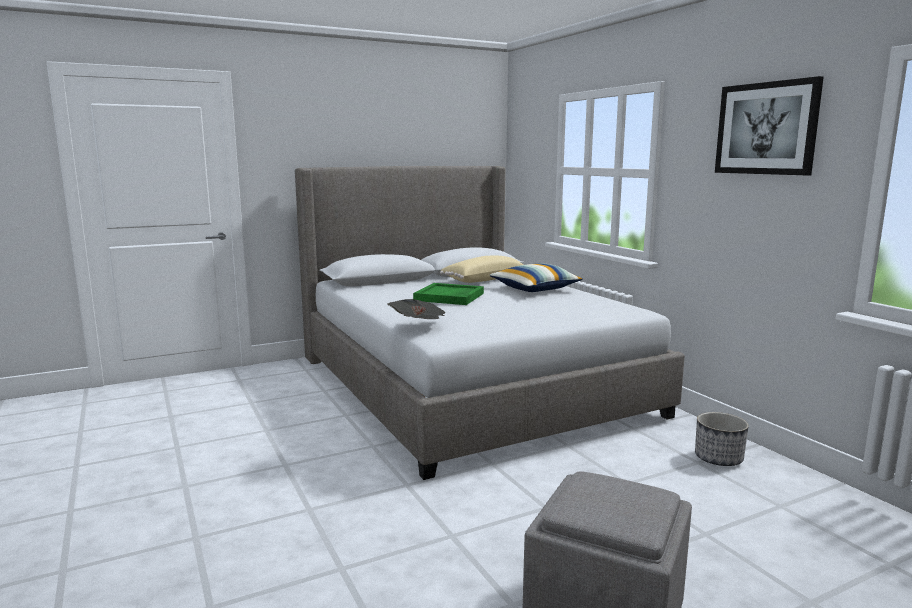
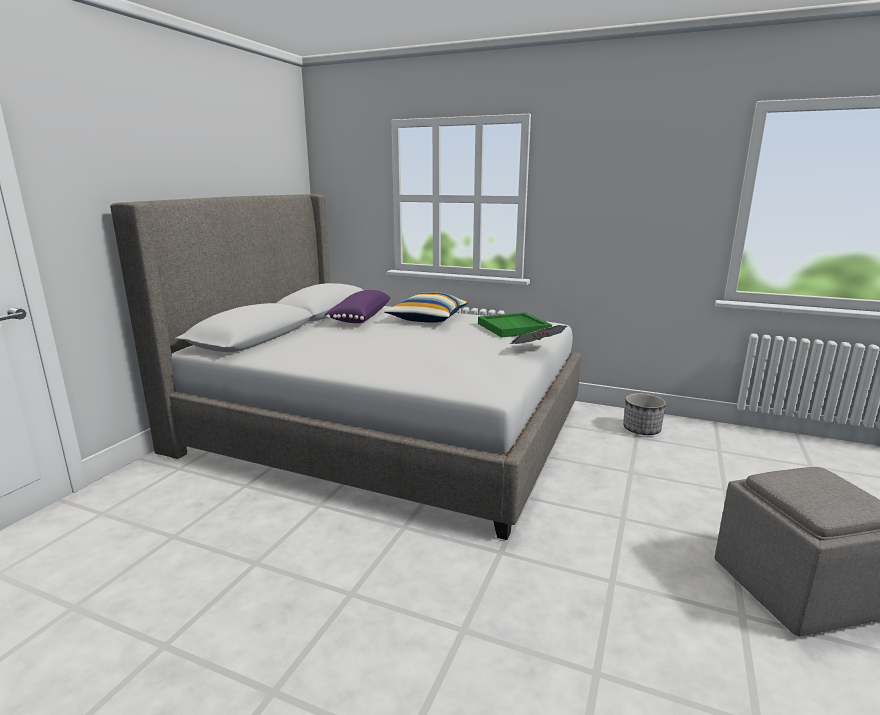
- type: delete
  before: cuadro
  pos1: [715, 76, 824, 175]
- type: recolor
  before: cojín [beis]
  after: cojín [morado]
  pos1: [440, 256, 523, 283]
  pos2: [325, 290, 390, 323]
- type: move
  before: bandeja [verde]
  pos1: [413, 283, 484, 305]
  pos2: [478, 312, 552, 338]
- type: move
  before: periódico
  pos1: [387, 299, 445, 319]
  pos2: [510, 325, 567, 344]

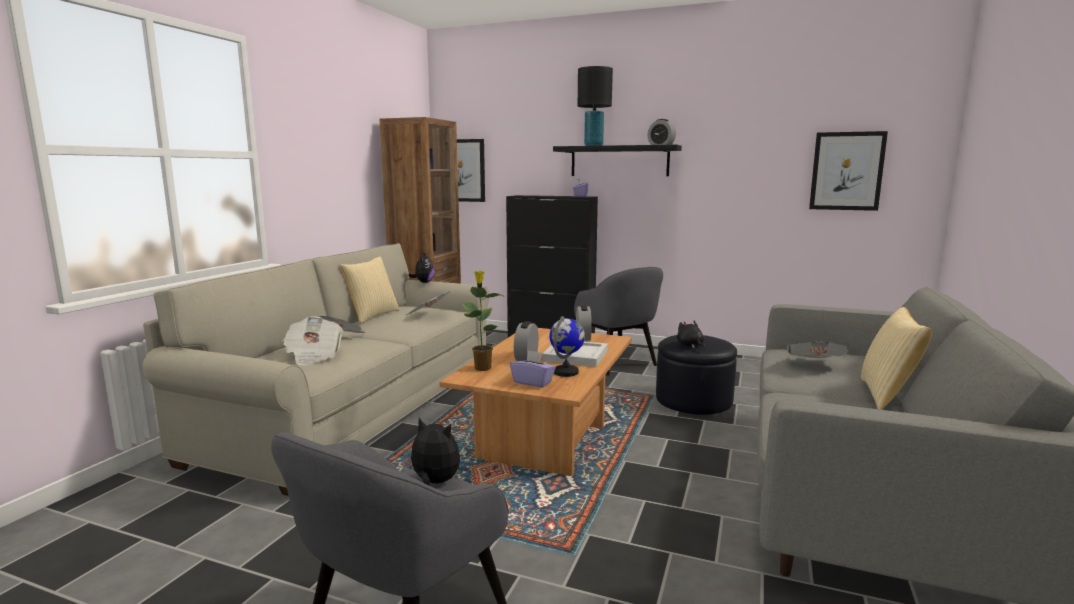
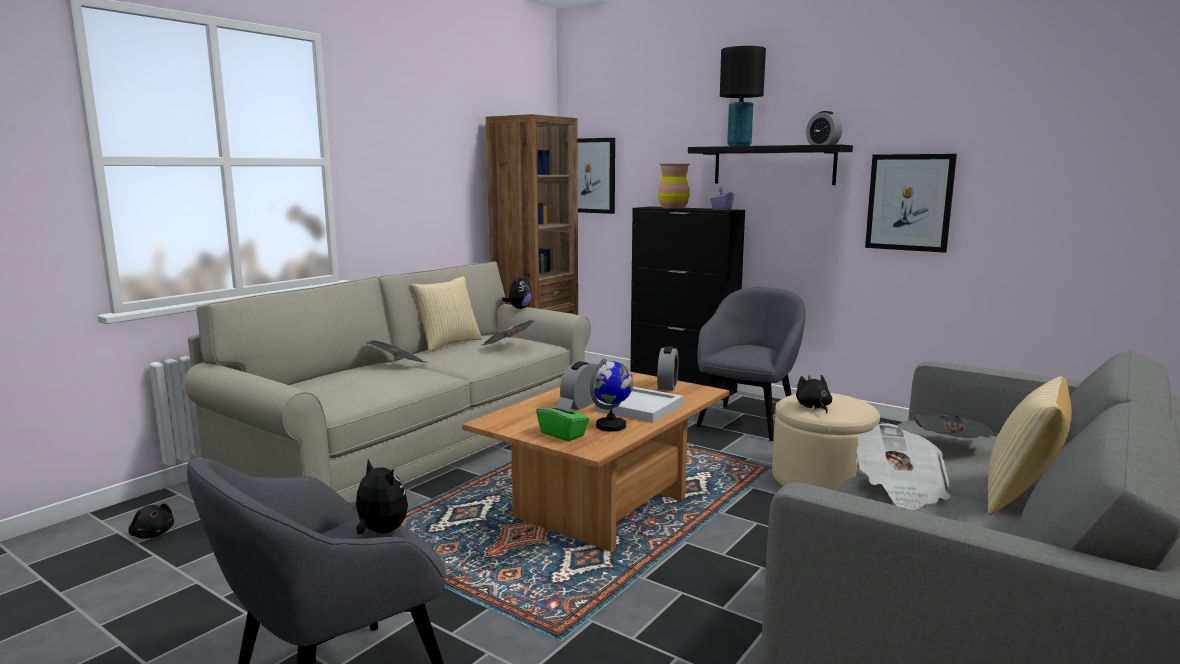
- type: move
  before: cuadro
  pos1: [809, 131, 888, 211]
  pos2: [865, 154, 957, 253]
- type: rotate
  before: sillón [gris]
  pos1: [574, 267, 663, 376]
  pos2: [696, 287, 806, 441]
  turn: -135
- type: delete
  before: planta en maceta
  pos1: [461, 271, 505, 371]
- type: move
  before: periódico
  pos1: [282, 316, 343, 366]
  pos2: [856, 423, 950, 510]
- type: recolor
  before: puf [negro]
  after: puf [beis]
  pos1: [656, 335, 737, 415]
  pos2: [772, 393, 880, 491]
- type: recolor
  before: caja de pañuelos [morado]
  after: caja de pañuelos [verde]
  pos1: [510, 350, 556, 388]
  pos2: [536, 396, 589, 441]
- type: insert
  after: florero [marrón]
  pos2: [658, 164, 690, 209]
- type: insert
  after: peluche [negro]
  pos2: [128, 503, 174, 539]

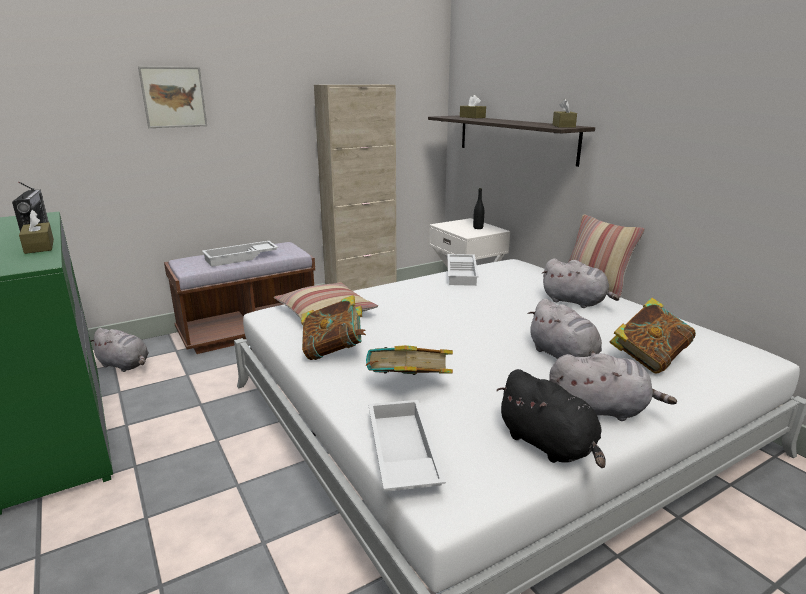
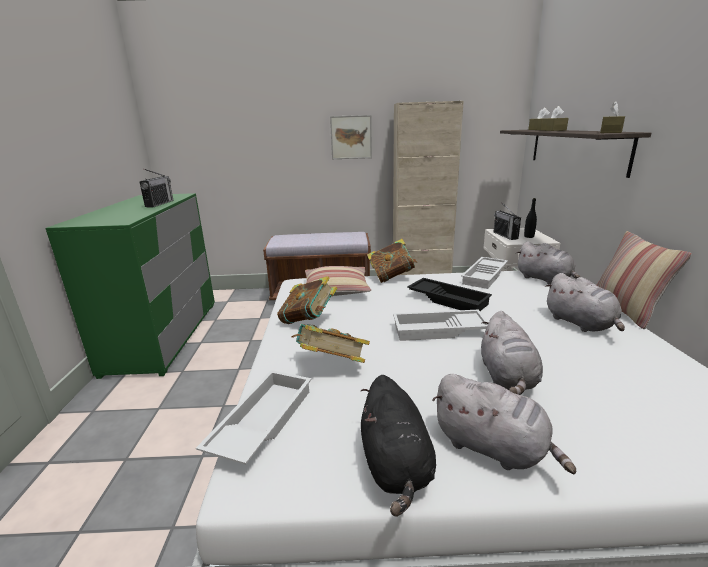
- type: move
  before: cuadro
  pos1: [138, 66, 207, 128]
  pos2: [330, 115, 372, 159]
- type: move
  before: caja de pañuelos [marrón]
  pos1: [19, 210, 54, 254]
  pos2: [541, 106, 569, 131]
- type: move
  before: bandeja [blanco]
  pos1: [202, 241, 278, 267]
  pos2: [393, 309, 488, 341]
- type: move
  before: libro
  pos1: [610, 298, 696, 374]
  pos2: [367, 239, 417, 283]
- type: move
  before: peluche [gris]
  pos1: [91, 328, 149, 372]
  pos2: [516, 241, 580, 285]
- type: insert
  after: radio
  pos2: [493, 202, 521, 240]
- type: insert
  after: bandeja [negro]
  pos2: [407, 278, 492, 311]

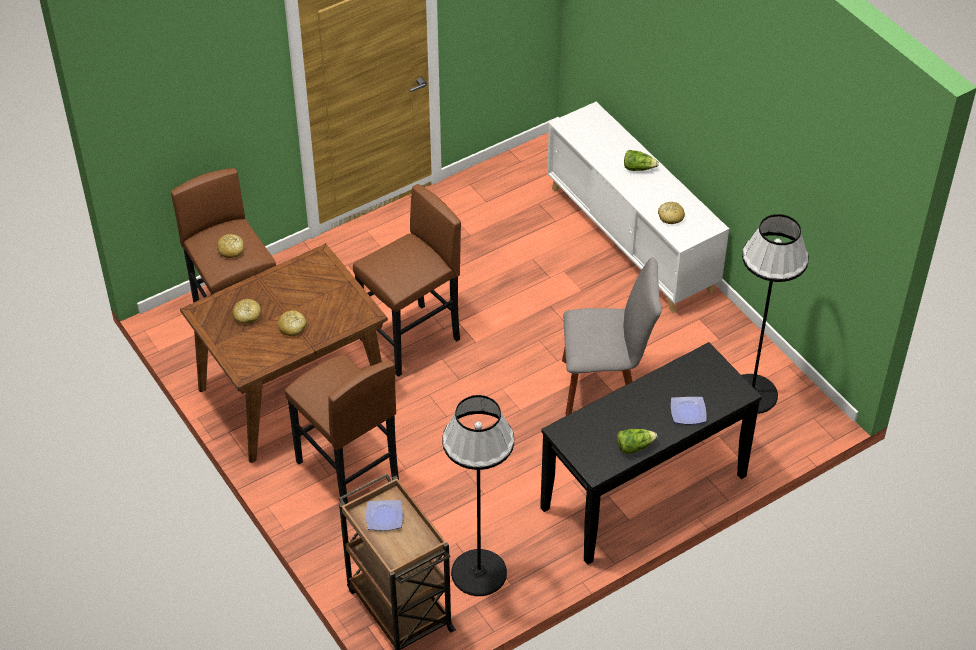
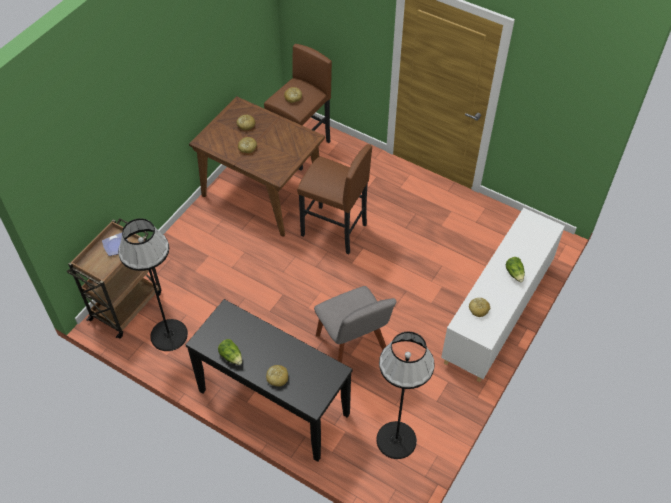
- type: delete
  before: taburete [marrón]
  pos1: [284, 355, 399, 504]
- type: replace
  before: plato
  after: pan
  pos1: [671, 397, 707, 424]
  pos2: [266, 365, 288, 387]

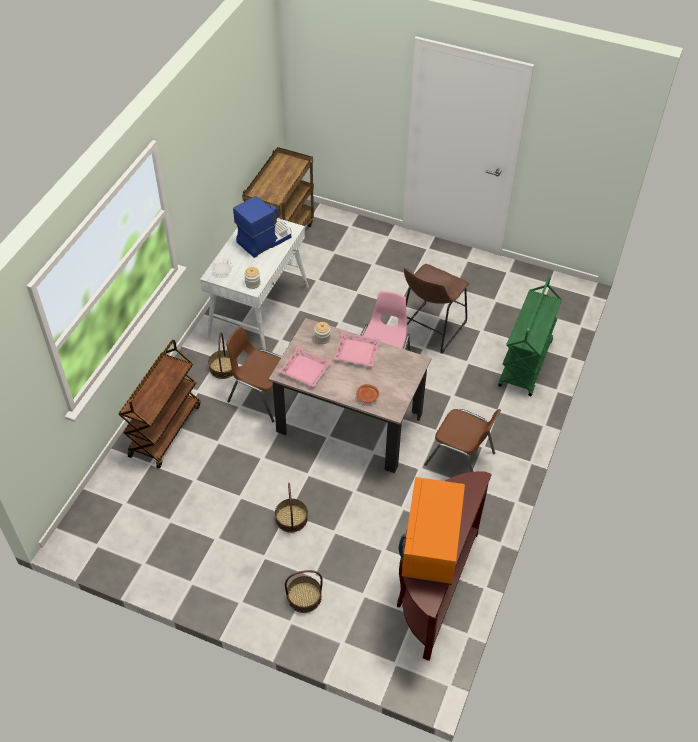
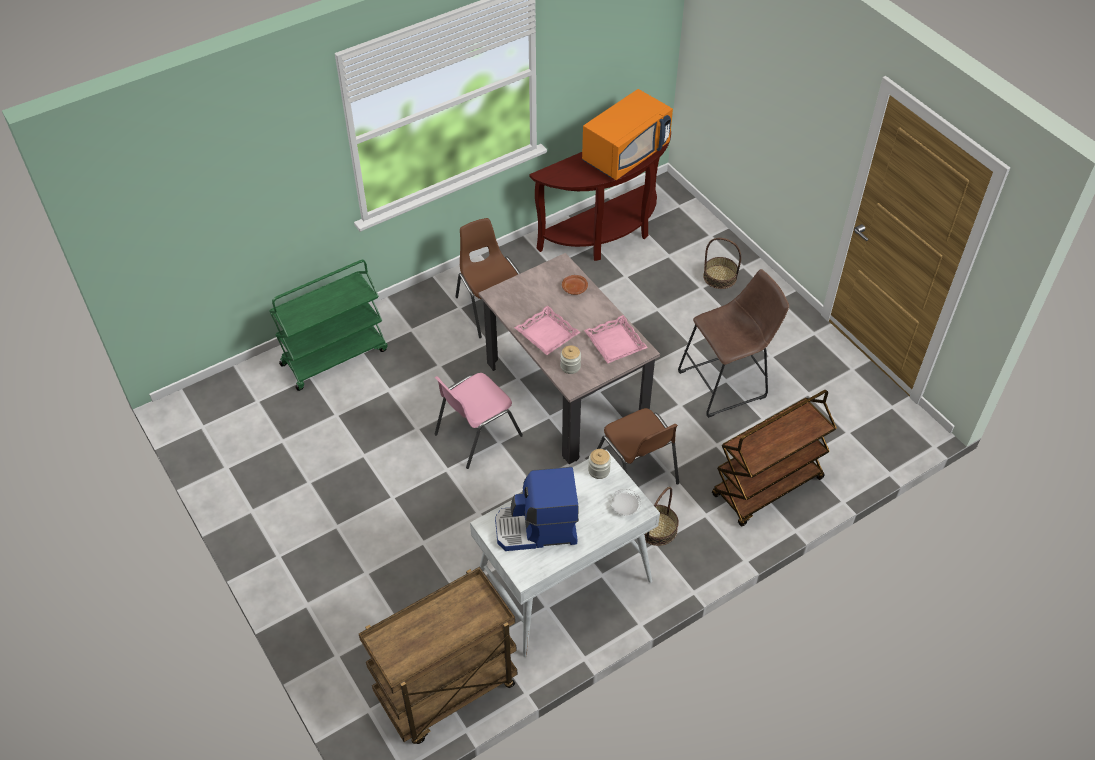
- type: move
  before: taburete [marrón]
  pos1: [404, 264, 469, 354]
  pos2: [678, 269, 789, 418]
- type: delete
  before: cesta
  pos1: [275, 483, 308, 533]

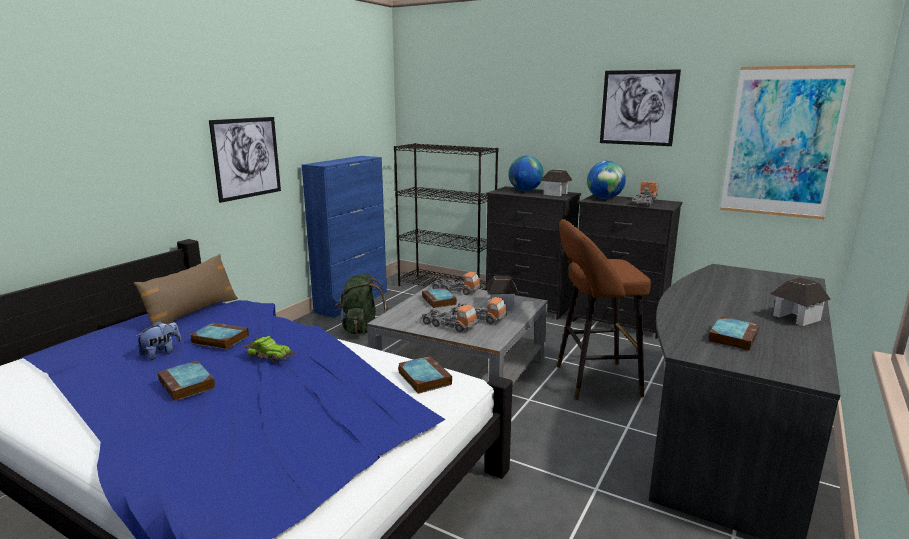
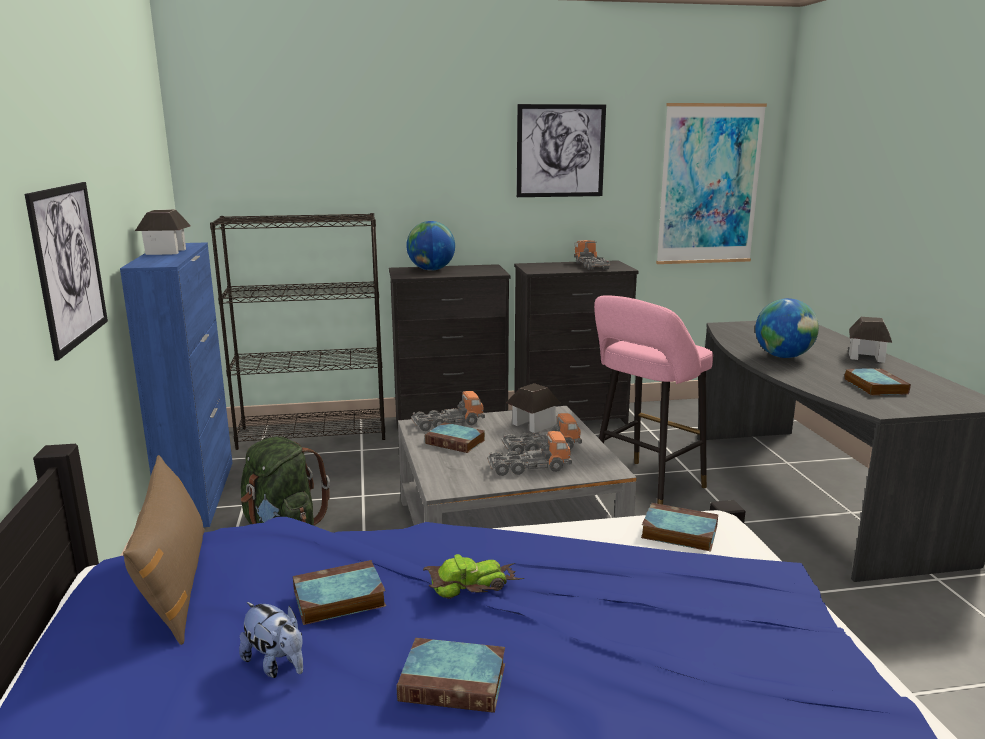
- type: move
  before: globo terráqueo
  pos1: [587, 161, 626, 199]
  pos2: [755, 298, 819, 358]
- type: move
  before: casita
  pos1: [540, 169, 572, 196]
  pos2: [135, 209, 191, 255]
- type: recolor
  before: taburete [marrón]
  after: taburete [rosa]
  pos1: [557, 219, 651, 400]
  pos2: [594, 295, 713, 505]
- type: rotate
  before: peluche
  pos1: [135, 321, 181, 360]
  pos2: [239, 602, 303, 678]
  turn: 135

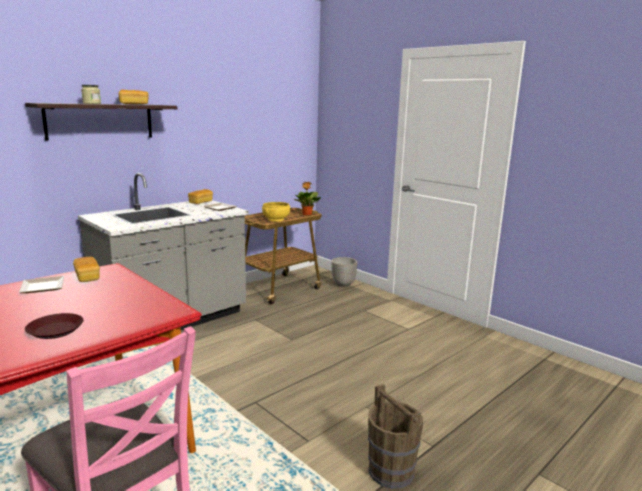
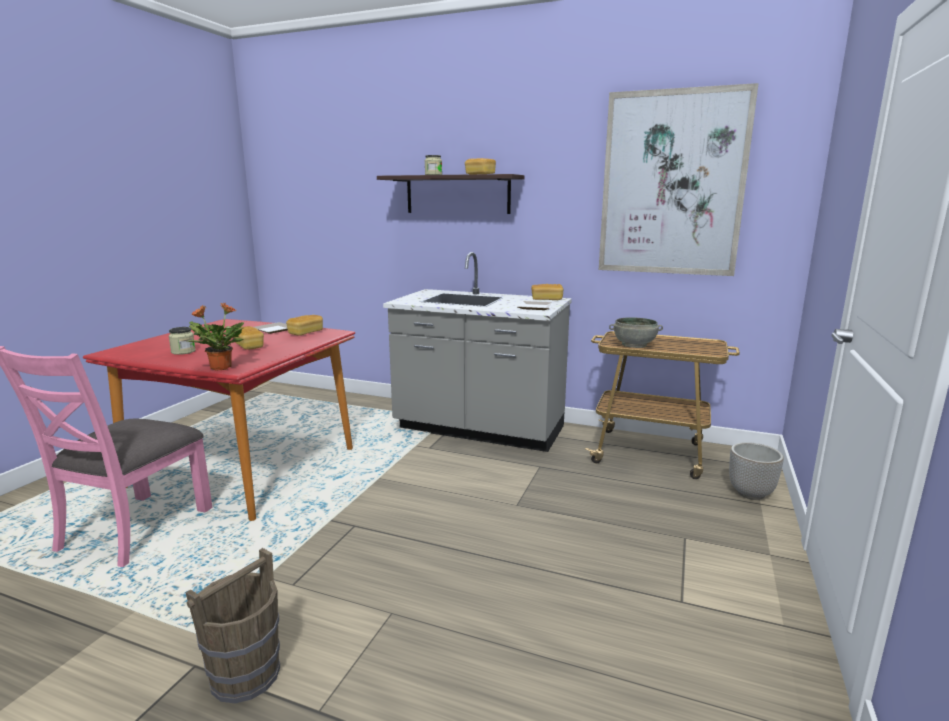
- type: move
  before: planta en maceta
  pos1: [294, 182, 321, 216]
  pos2: [187, 303, 244, 371]
- type: recolor
  before: cuenco [amarillo]
  after: cuenco [gris]
  pos1: [262, 202, 290, 222]
  pos2: [609, 317, 663, 348]
- type: replace
  before: plato [marrón]
  after: tarro
  pos1: [25, 313, 84, 339]
  pos2: [168, 327, 196, 355]
- type: insert
  after: cuadro
  pos2: [599, 83, 759, 276]
- type: insert
  after: pan
  pos2: [234, 326, 264, 350]

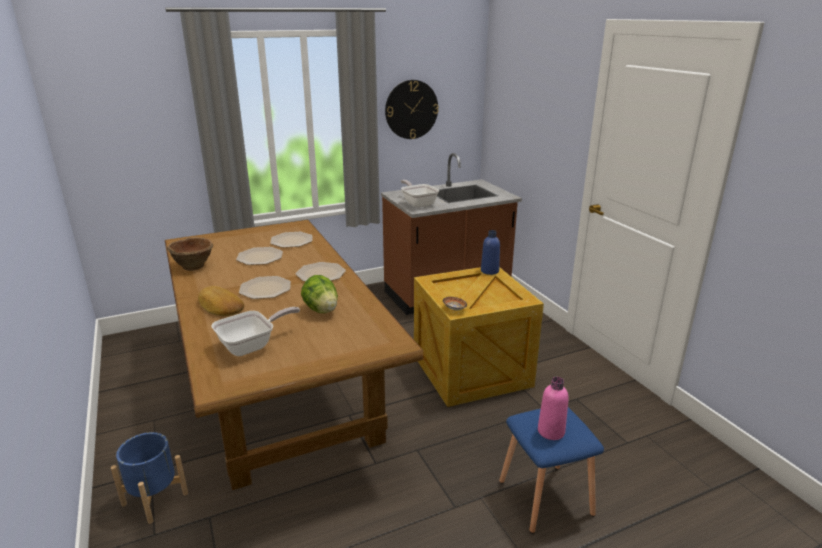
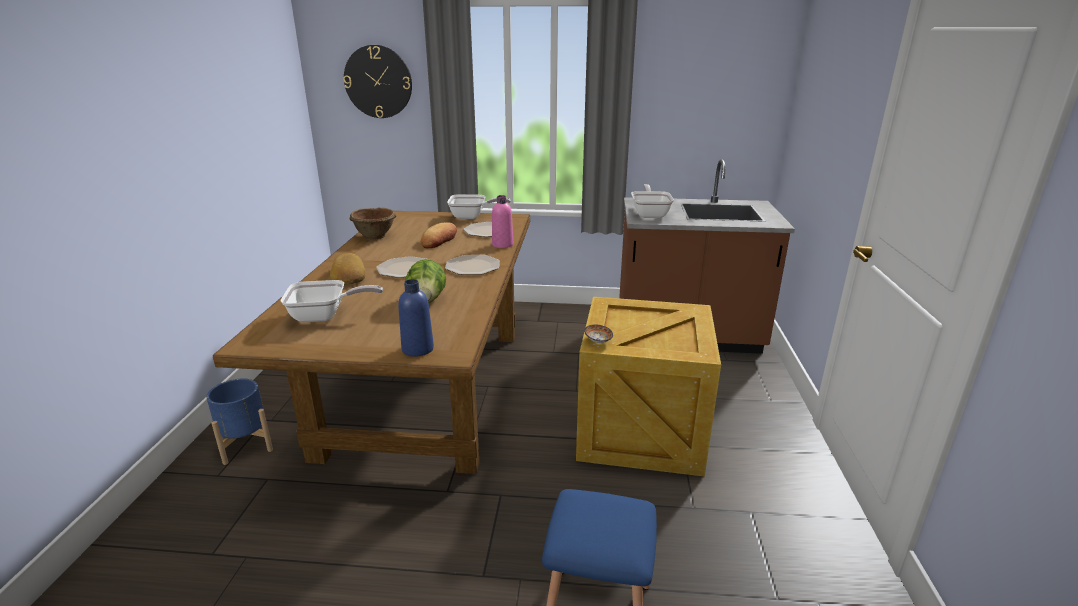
- type: move
  before: reloj de pared
  pos1: [385, 80, 439, 139]
  pos2: [343, 45, 412, 118]
- type: move
  before: botella [azul]
  pos1: [481, 230, 500, 275]
  pos2: [398, 279, 434, 357]
- type: replace
  before: plato
  after: pan
  pos1: [236, 247, 283, 265]
  pos2: [421, 222, 457, 248]
- type: move
  before: botella [rosa]
  pos1: [538, 377, 569, 440]
  pos2: [492, 195, 513, 248]
- type: insert
  after: sartén
  pos2: [447, 194, 511, 219]

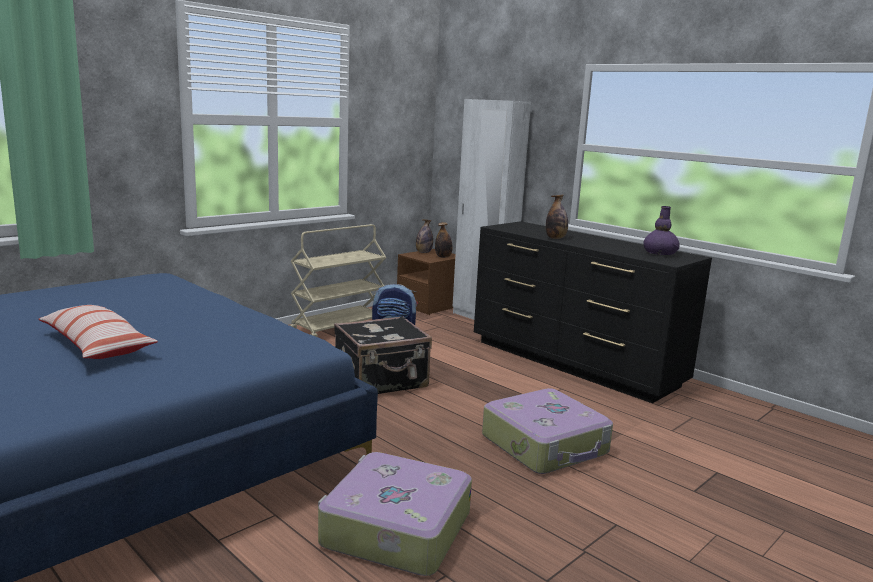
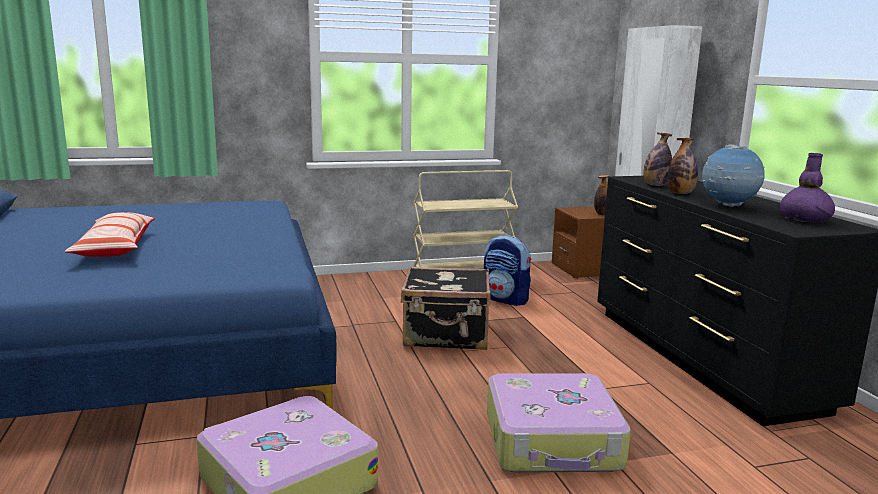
- type: move
  before: botella
  pos1: [416, 219, 433, 253]
  pos2: [643, 132, 672, 186]
- type: insert
  after: globo terráqueo
  pos2: [702, 144, 765, 207]

